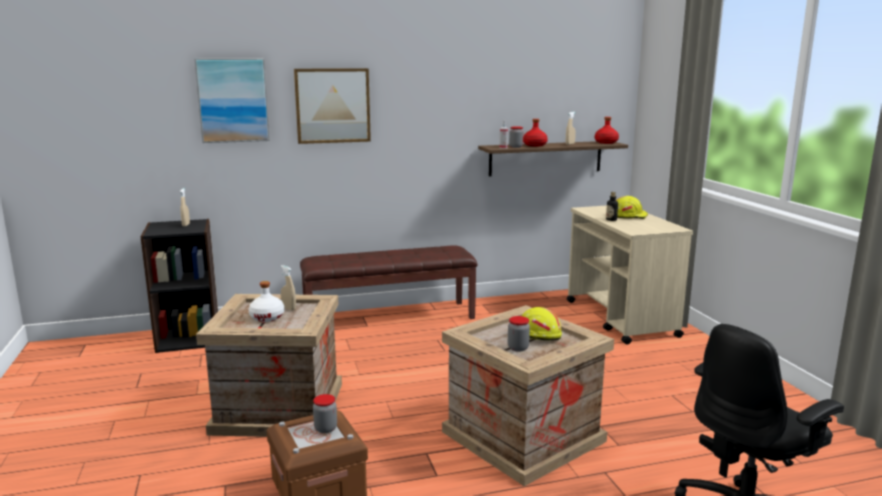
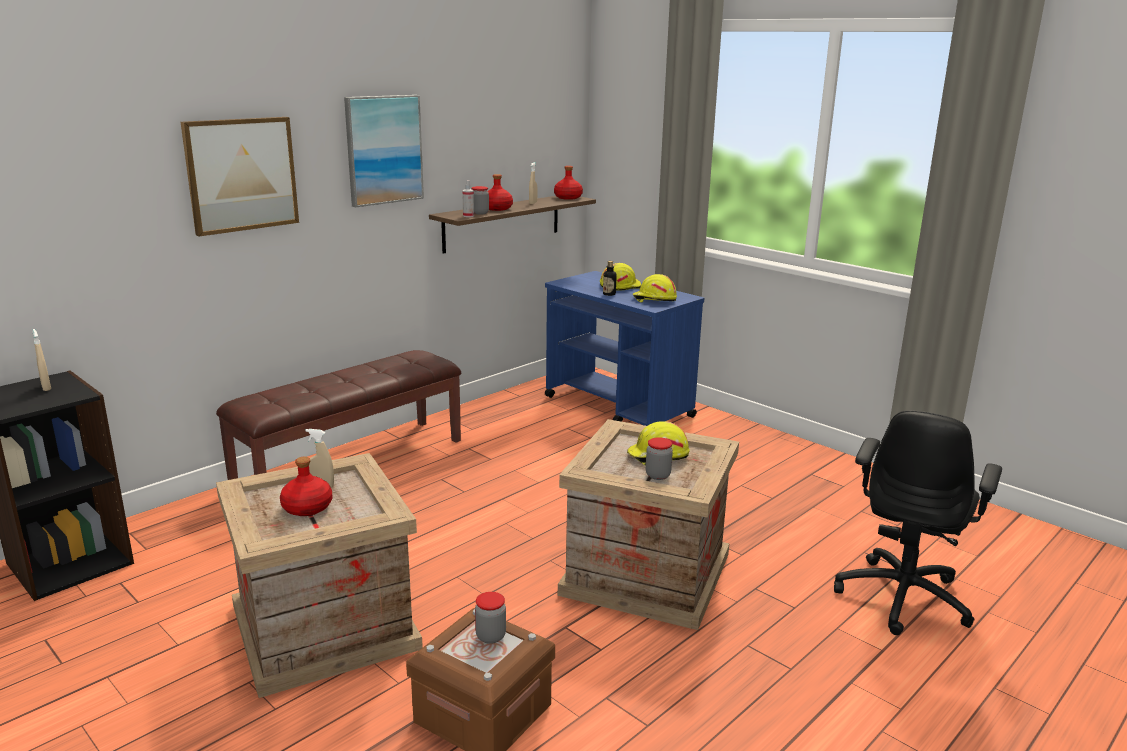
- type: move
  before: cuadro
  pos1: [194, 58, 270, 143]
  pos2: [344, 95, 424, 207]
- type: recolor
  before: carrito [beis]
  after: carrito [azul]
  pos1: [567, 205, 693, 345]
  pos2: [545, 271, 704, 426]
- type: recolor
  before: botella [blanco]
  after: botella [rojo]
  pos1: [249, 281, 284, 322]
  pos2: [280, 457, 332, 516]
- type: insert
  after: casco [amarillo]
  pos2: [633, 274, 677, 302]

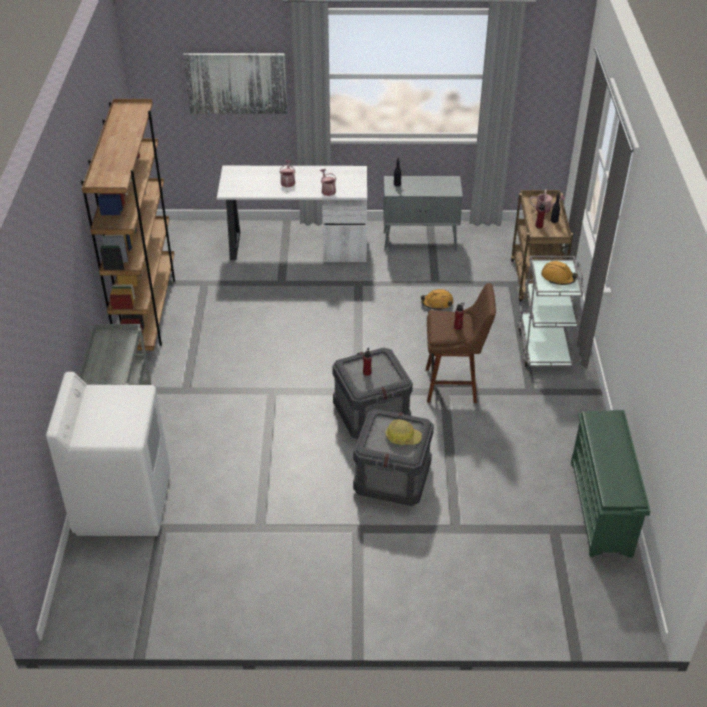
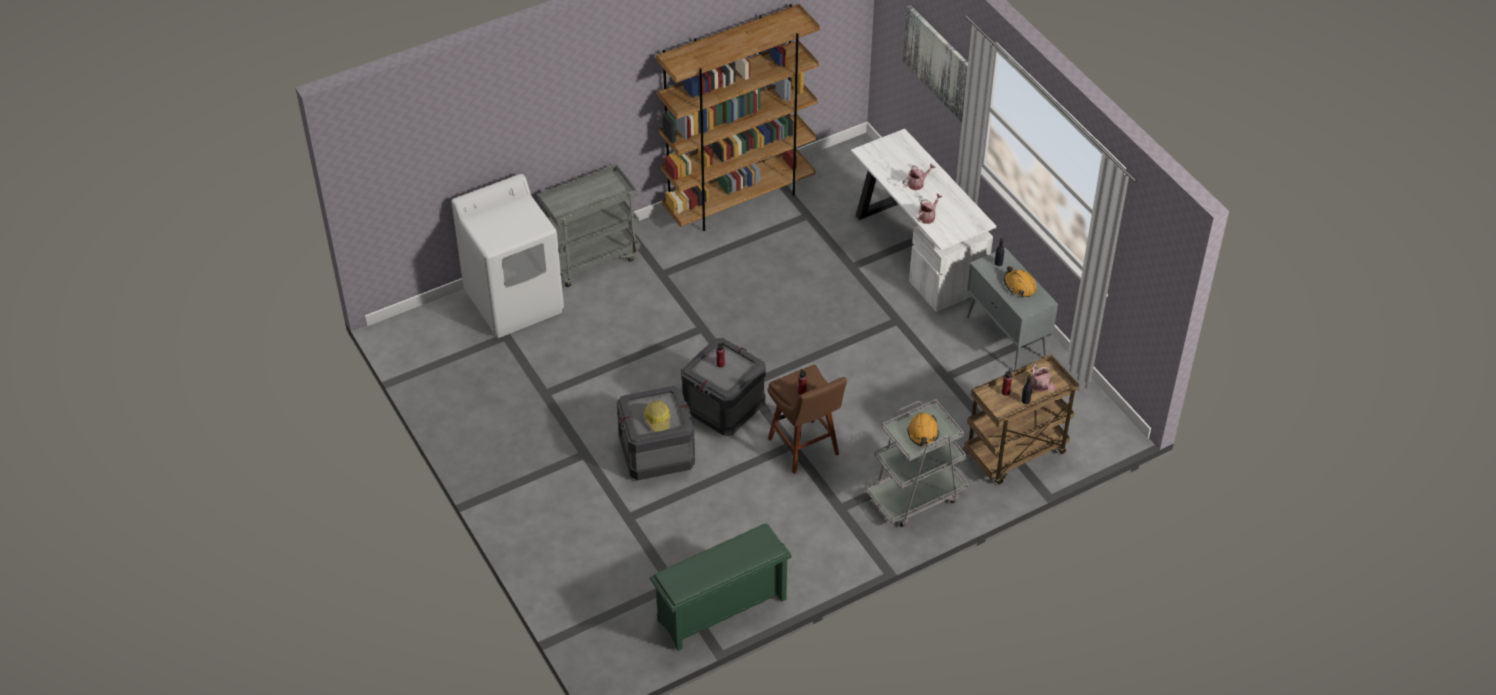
- type: move
  before: casco [naranja]
  pos1: [421, 289, 453, 310]
  pos2: [1004, 266, 1037, 297]

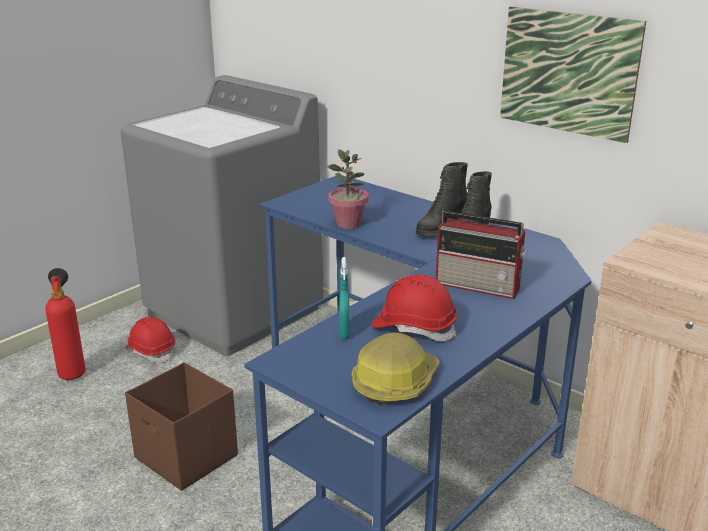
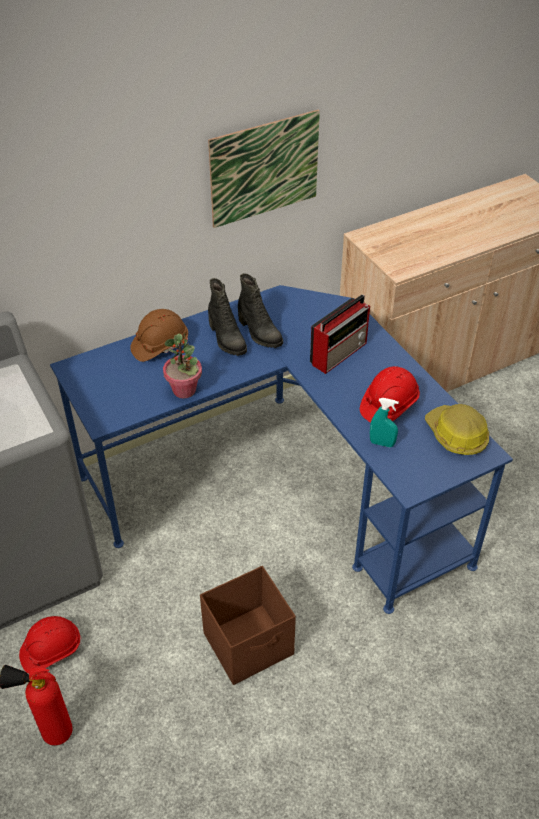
- type: insert
  after: casco [marrón]
  pos2: [130, 309, 188, 362]

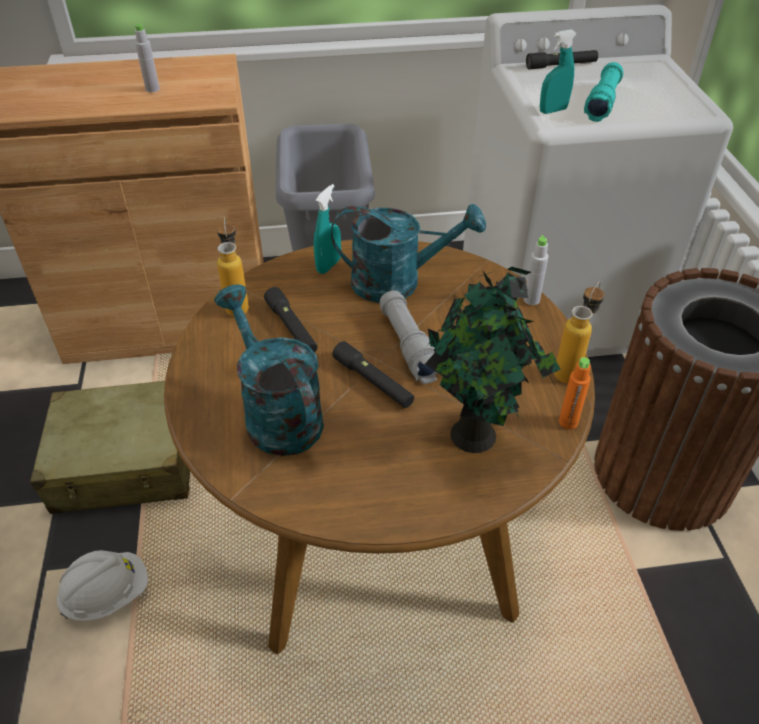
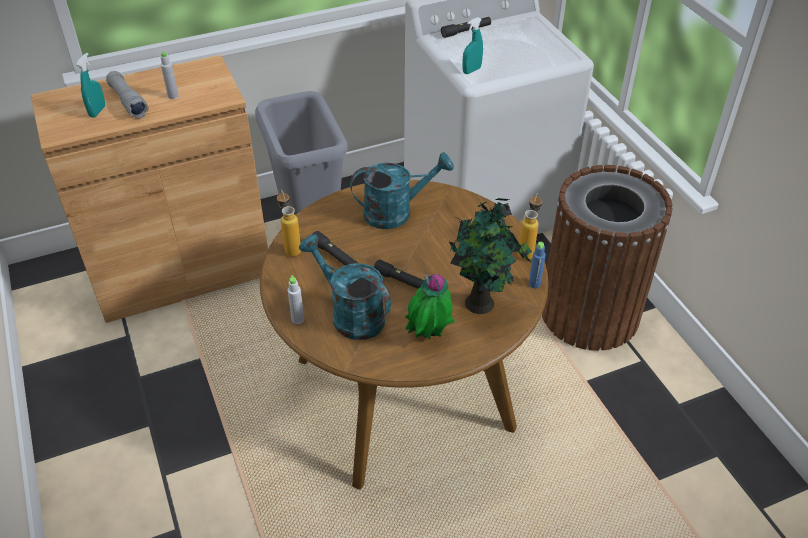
- type: delete
  before: linterna [turquesa]
  pos1: [584, 62, 623, 122]
- type: move
  before: pulverizador [turquesa]
  pos1: [314, 184, 341, 274]
  pos2: [76, 53, 105, 118]
- type: move
  before: botella [gris]
  pos1: [524, 235, 548, 305]
  pos2: [288, 275, 304, 324]
- type: move
  before: linterna [gris]
  pos1: [379, 291, 437, 384]
  pos2: [106, 71, 149, 119]
- type: recolor
  before: botella [naranja]
  after: botella [azul]
  pos1: [559, 357, 591, 429]
  pos2: [529, 242, 546, 288]
- type: delete
  before: maleta [beis]
  pos1: [30, 381, 190, 514]
- type: delete
  before: casco [blanco]
  pos1: [57, 550, 148, 621]
- type: insert
  after: planta en maceta
  pos2: [405, 274, 455, 340]

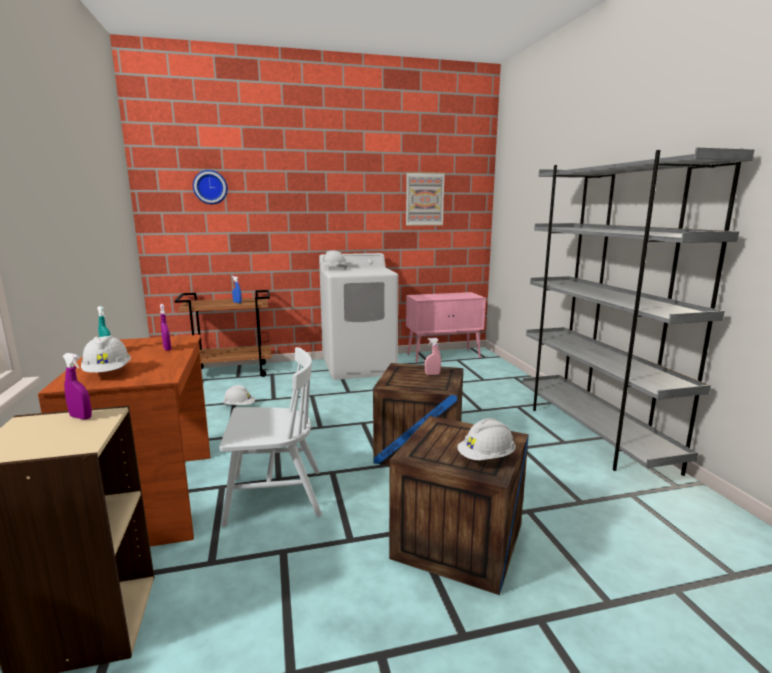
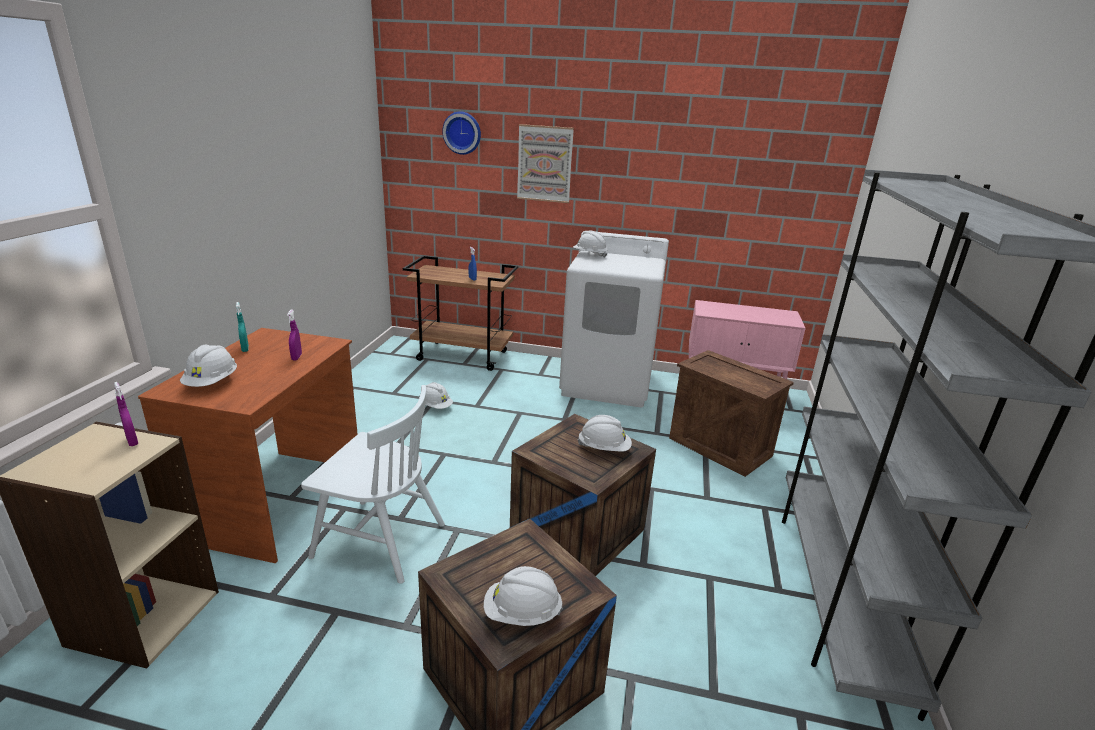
- type: move
  before: cuadro
  pos1: [406, 172, 445, 226]
  pos2: [517, 124, 574, 203]
- type: replace
  before: pulverizador [rosa]
  after: casco [blanco]
  pos1: [425, 338, 441, 375]
  pos2: [577, 415, 632, 452]
- type: insert
  after: caja de embalaje
  pos2: [669, 350, 794, 477]

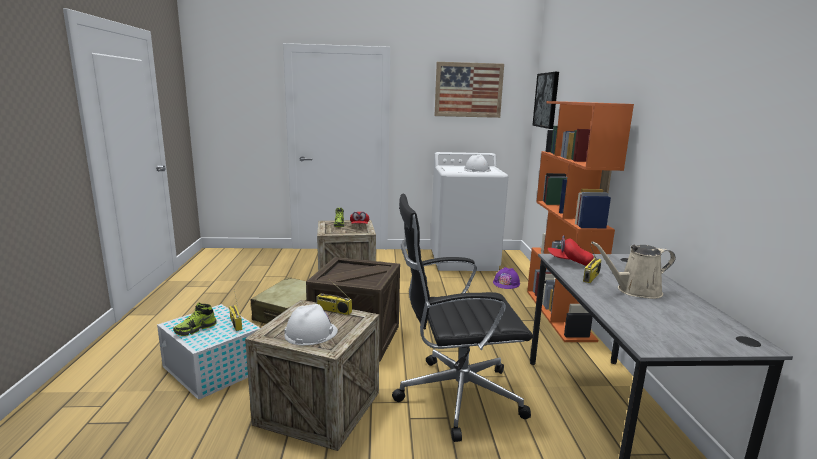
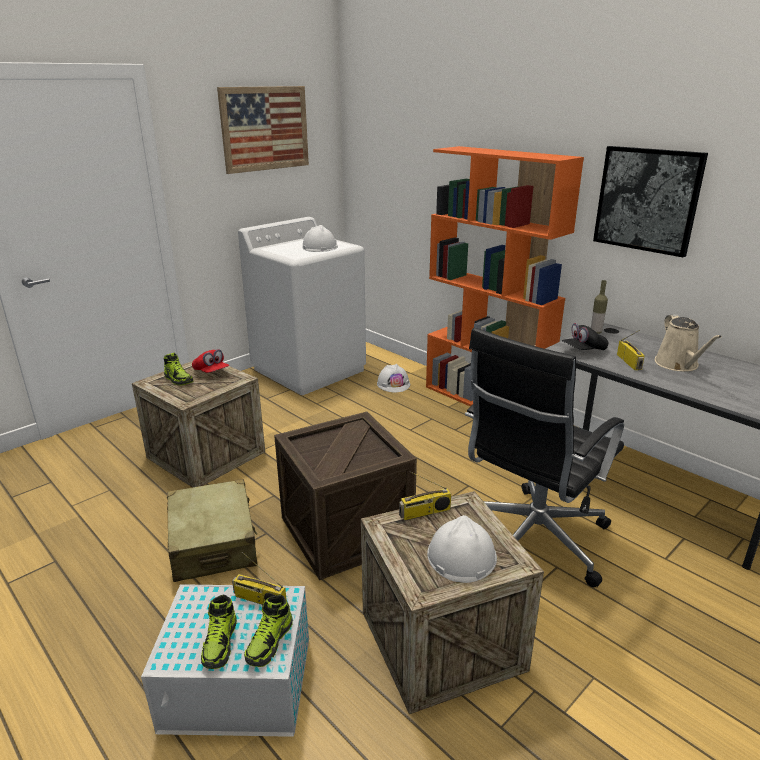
- type: move
  before: cuadro
  pos1: [532, 72, 559, 129]
  pos2: [593, 146, 708, 257]
- type: recolor
  before: gorra [rojo]
  after: gorra [negro]
  pos1: [548, 235, 594, 266]
  pos2: [562, 323, 608, 350]
- type: rotate
  before: regadera [beis]
  pos1: [591, 241, 676, 299]
  pos2: [655, 314, 722, 372]
  turn: -45
- type: recolor
  before: casco [morado]
  after: casco [blanco]
  pos1: [493, 267, 520, 289]
  pos2: [377, 364, 410, 393]
- type: insert
  after: botella
  pos2: [591, 280, 608, 334]
- type: insert
  after: zapato
  pos2: [244, 595, 293, 667]

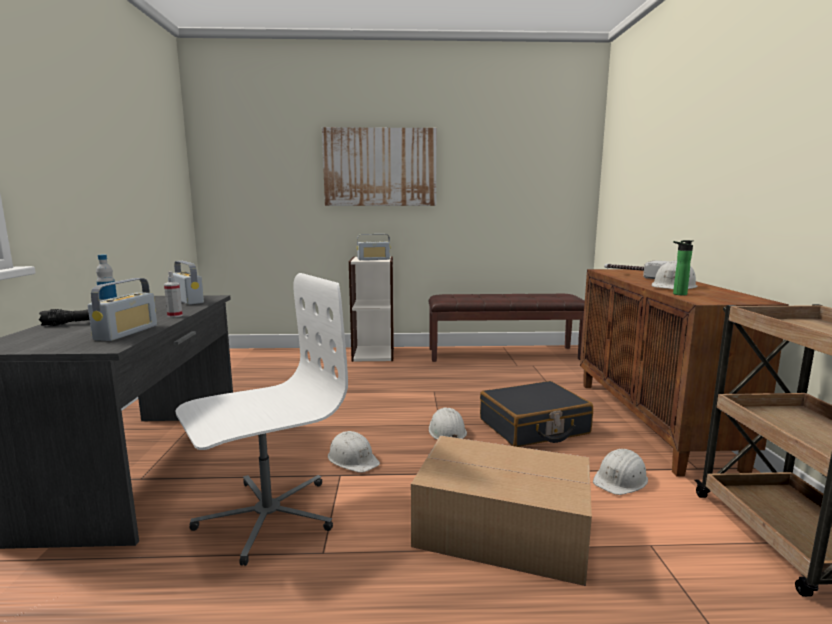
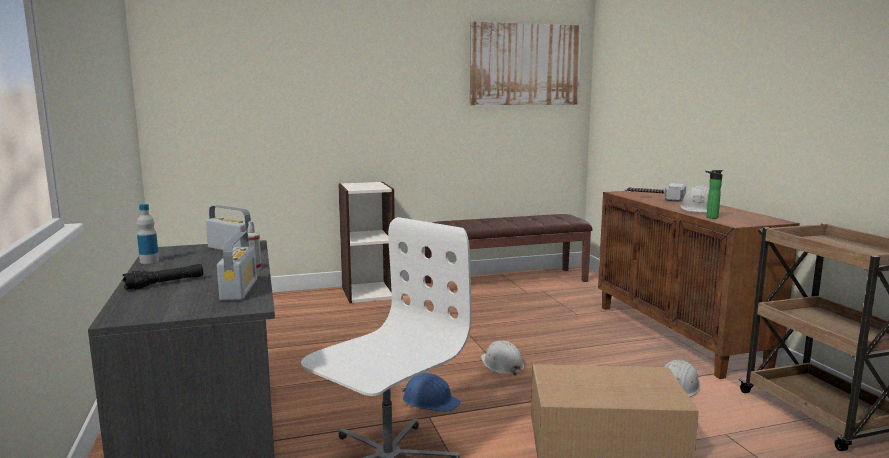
- type: move
  before: cuadro
  pos1: [322, 127, 437, 206]
  pos2: [470, 22, 582, 105]
- type: delete
  before: radio
  pos1: [357, 234, 390, 260]
- type: delete
  before: maleta [negro]
  pos1: [480, 381, 593, 447]
- type: recolor
  before: casco [blanco]
  after: casco [azul]
  pos1: [328, 431, 380, 473]
  pos2: [401, 373, 461, 412]

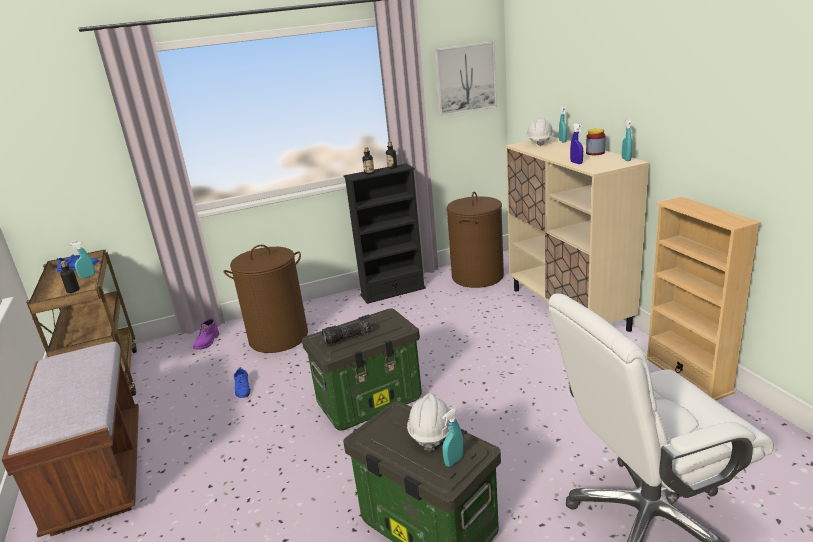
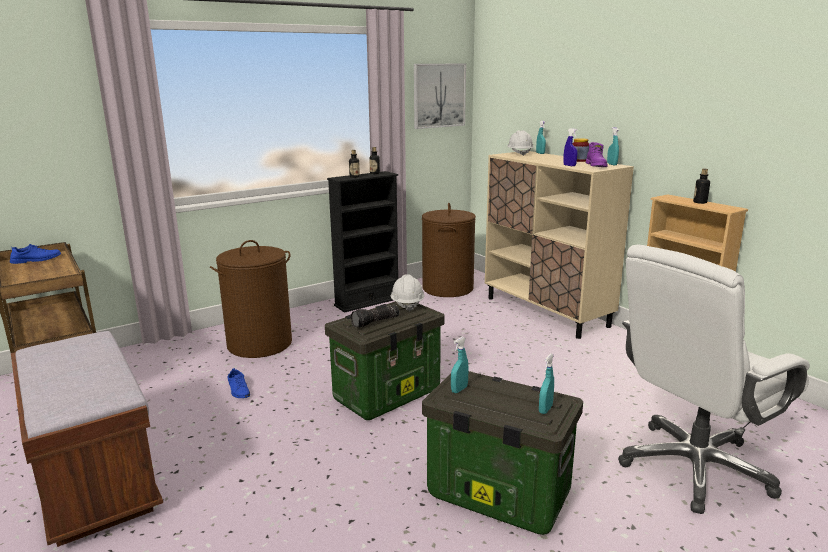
- type: move
  before: pulverizador [turquesa]
  pos1: [69, 241, 95, 278]
  pos2: [451, 337, 469, 393]
- type: move
  before: botella
  pos1: [60, 261, 80, 293]
  pos2: [693, 169, 710, 204]
- type: move
  before: bota [morado]
  pos1: [193, 318, 219, 350]
  pos2: [586, 142, 608, 167]
- type: move
  before: casco [blanco]
  pos1: [407, 393, 451, 452]
  pos2: [391, 274, 425, 312]

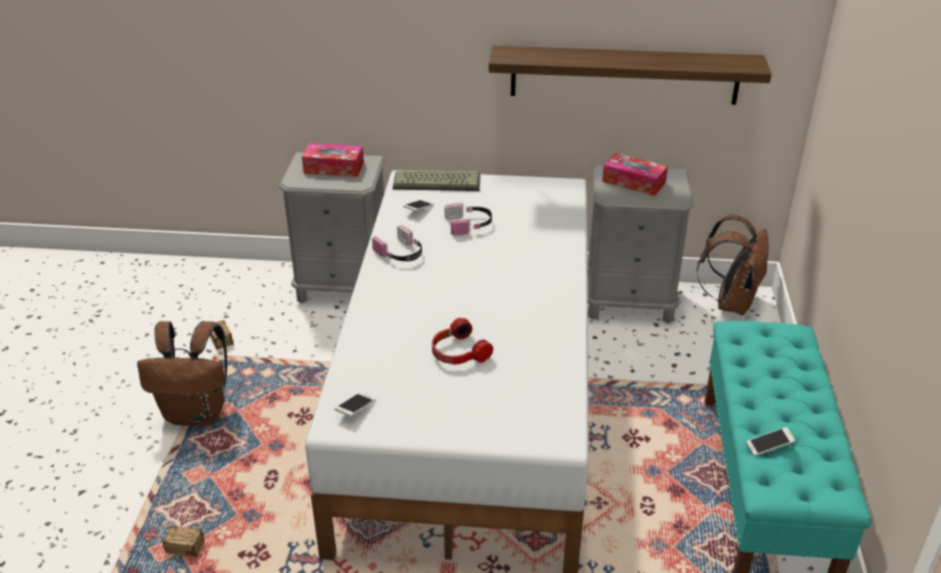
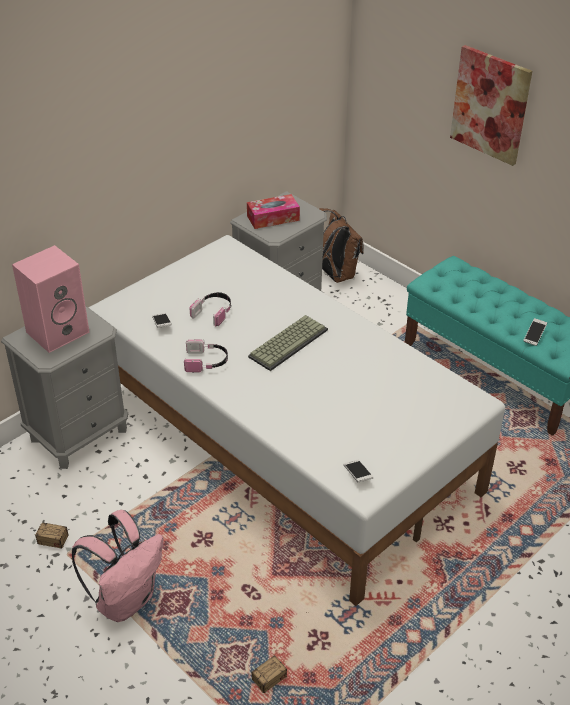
- type: delete
  before: estante
  pos1: [489, 46, 772, 105]
- type: replace
  before: caja de pañuelos
  after: altavoz [rosa]
  pos1: [302, 143, 364, 177]
  pos2: [12, 245, 89, 353]
- type: move
  before: teclado
  pos1: [393, 170, 481, 191]
  pos2: [248, 315, 328, 371]
- type: delete
  before: auriculares
  pos1: [432, 317, 493, 365]
- type: recolor
  before: mochila [marrón]
  after: mochila [rosa]
  pos1: [137, 321, 227, 426]
  pos2: [71, 510, 163, 622]
- type: insert
  after: cuadro
  pos2: [450, 45, 532, 166]

